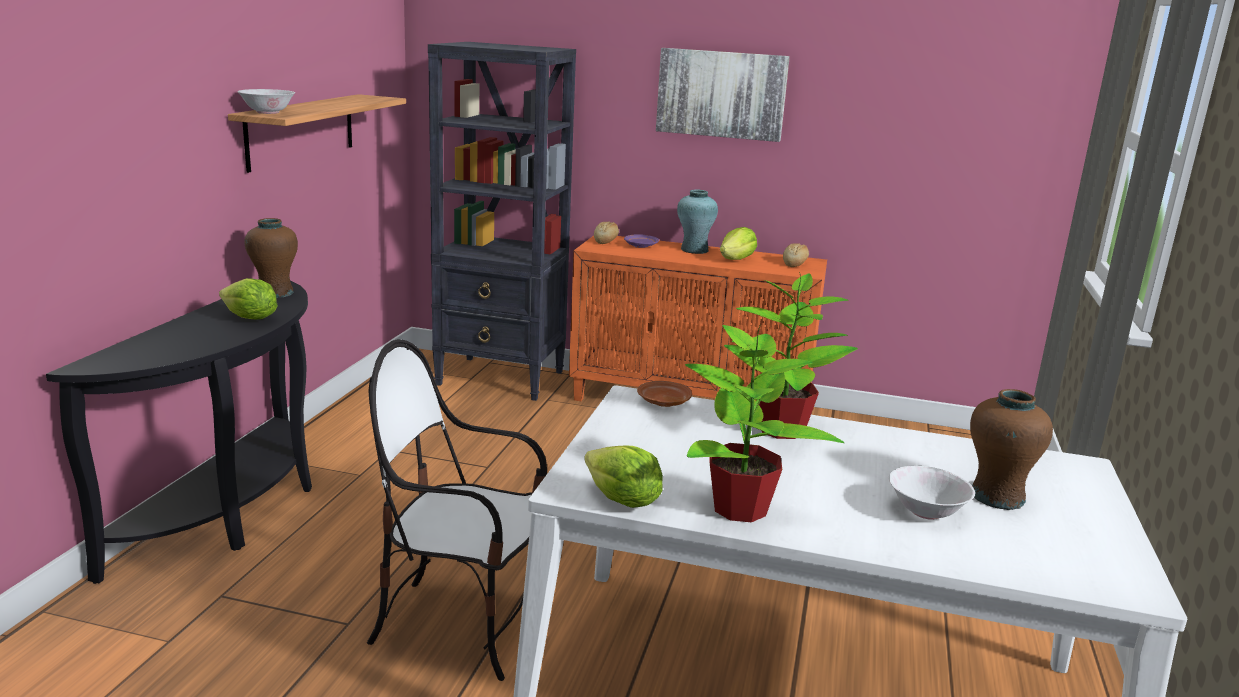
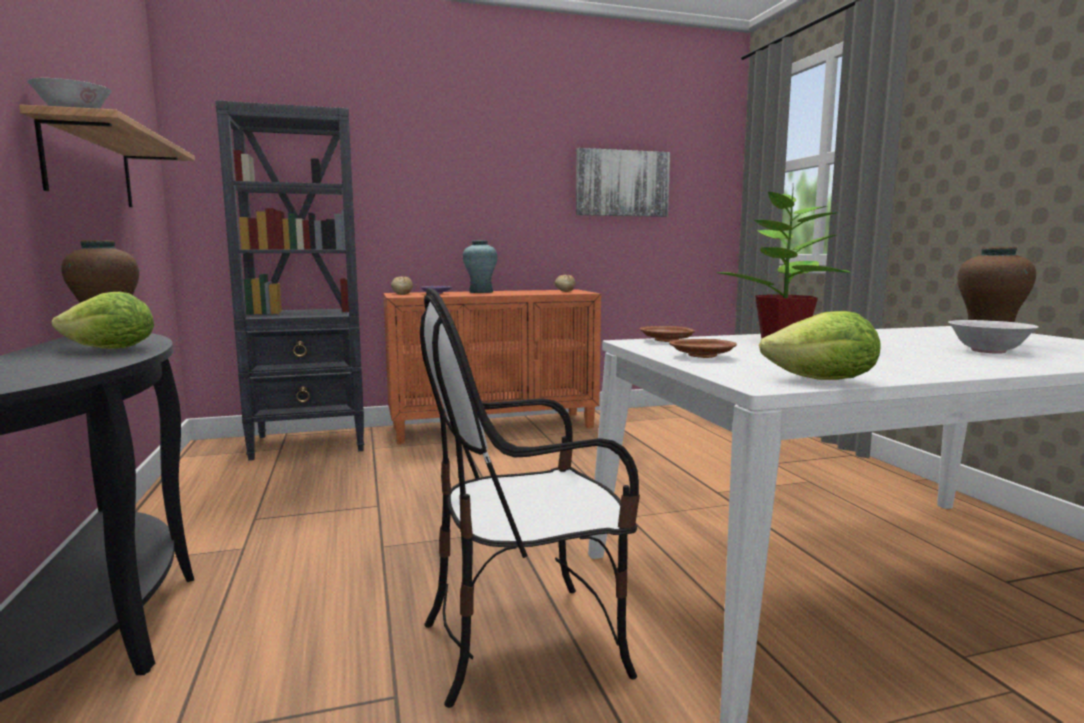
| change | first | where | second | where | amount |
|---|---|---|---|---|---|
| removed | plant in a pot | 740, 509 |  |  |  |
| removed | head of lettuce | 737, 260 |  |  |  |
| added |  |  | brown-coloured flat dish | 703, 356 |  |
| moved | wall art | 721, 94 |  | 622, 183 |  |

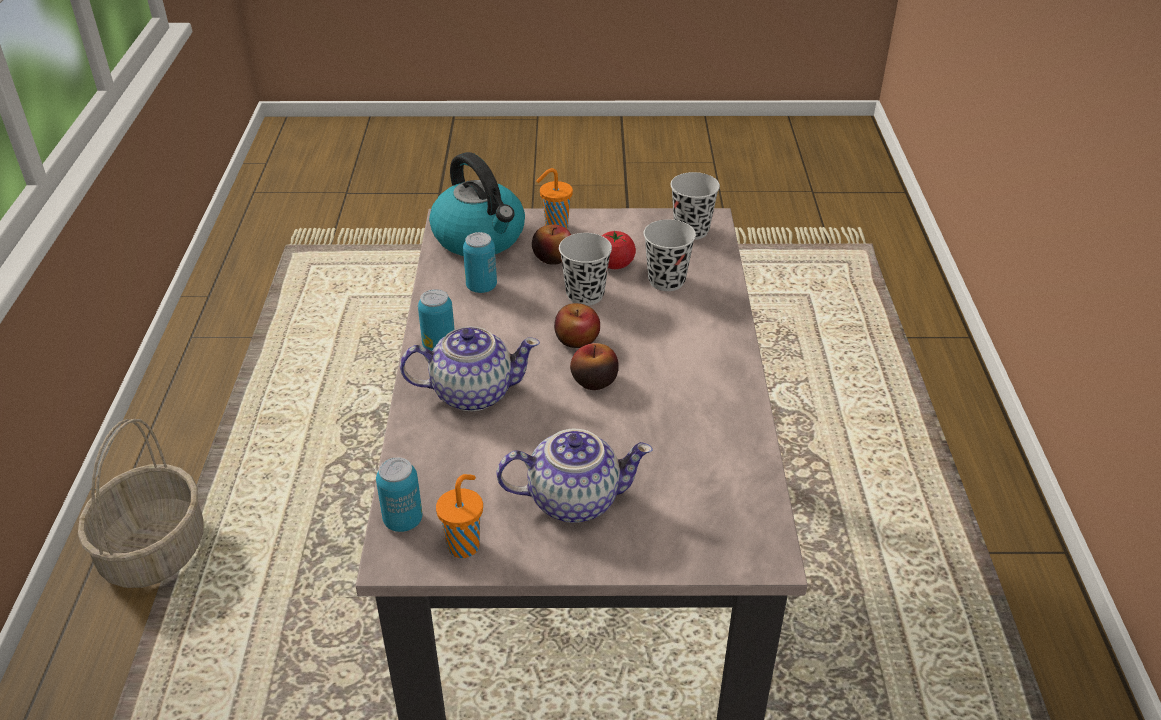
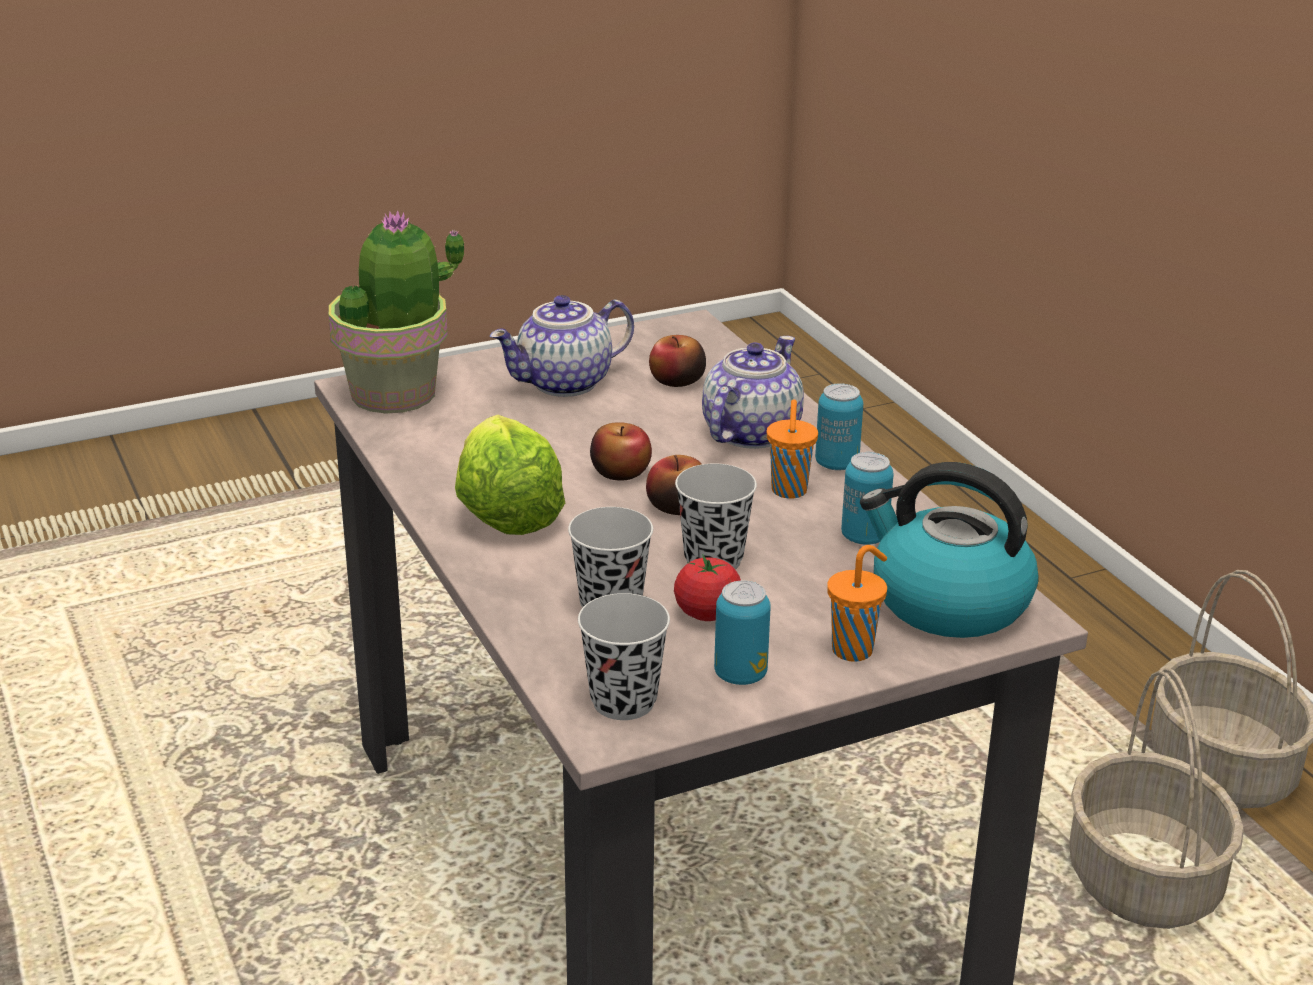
| change | first | where | second | where | amount |
|---|---|---|---|---|---|
| added |  |  | plant in a pot | 395, 394 |  |
| added |  |  | head of lettuce | 506, 510 |  |
| added |  |  | basket | 1145, 883 |  |
| moved | can | 403, 520 |  | 740, 674 |  |
| moved | orangey small cup | 465, 545 |  | 789, 492 |  |
| moved | apple | 553, 257 |  | 677, 381 |  |
| turned | tea pot | 471, 392 |  | 749, 433 | 150 degrees clockwise |

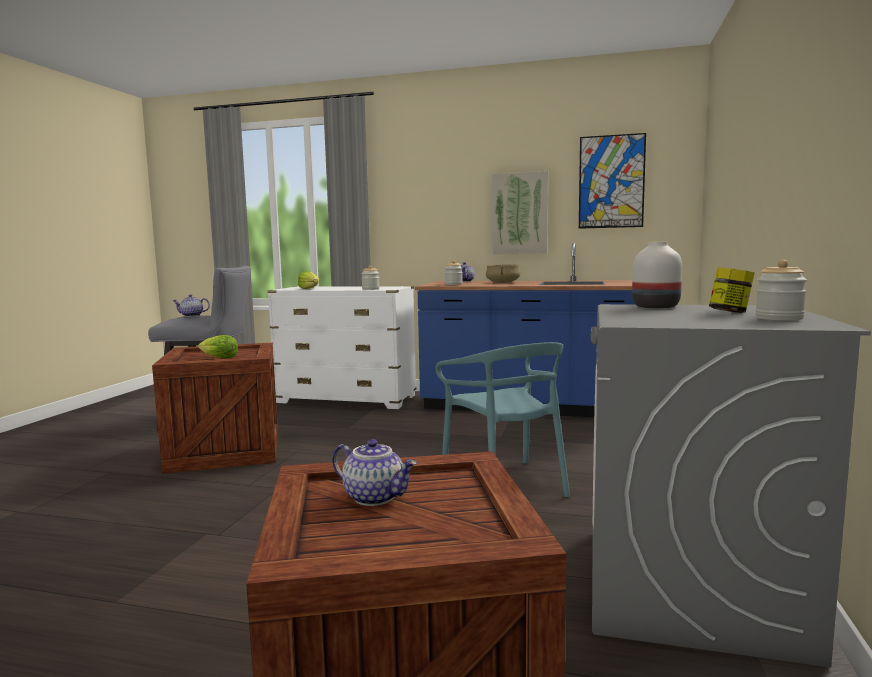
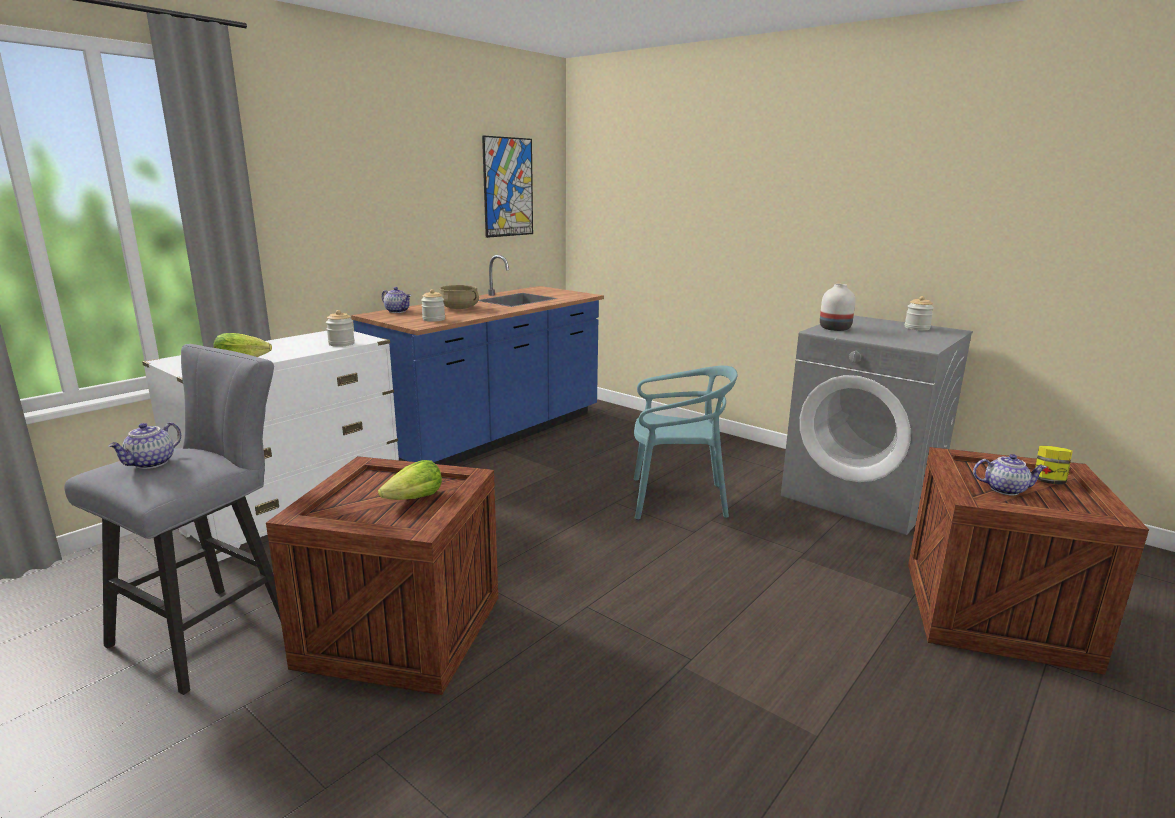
| change | first | where | second | where | amount |
|---|---|---|---|---|---|
| removed | wall art | 520, 213 |  |  |  |
| moved | storage jar | 729, 312 |  | 1048, 482 |  |
| turned | tea pot | 375, 497 |  | 1005, 489 | 45 degrees clockwise |

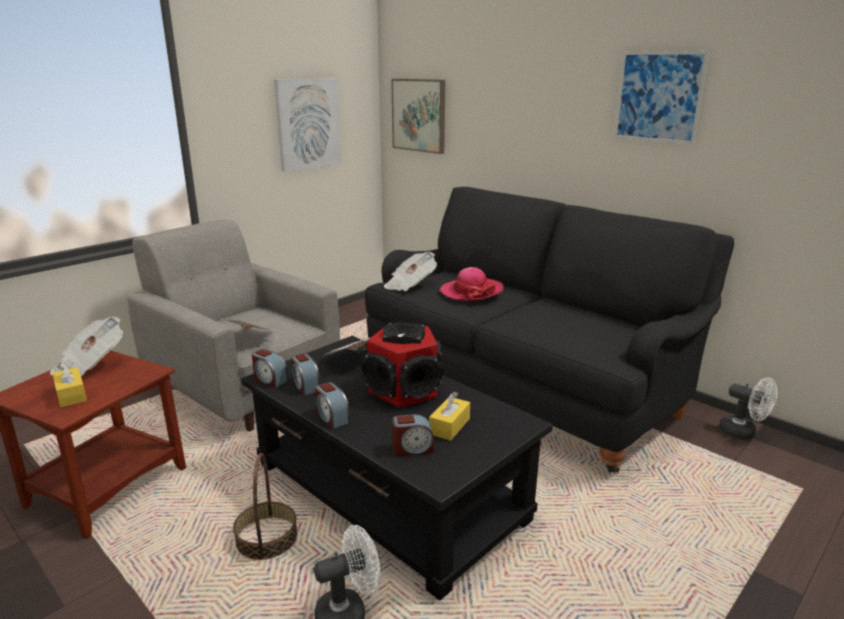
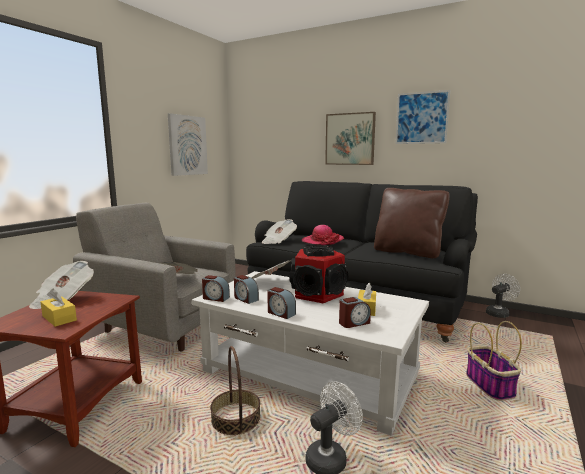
| change | first | where | second | where | amount |
|---|---|---|---|---|---|
| added |  |  | brown-coloured throw pillow | 407, 252 |  |
| added |  |  | basket | 490, 386 |  |
| moved | wall art | 419, 115 |  | 350, 139 |  |
| recoloured | black coffee table | 388, 492 | white coffee table | 309, 374 |  |
| turned | white electric fan | 743, 433 |  | 499, 313 | 60 degrees counterclockwise |

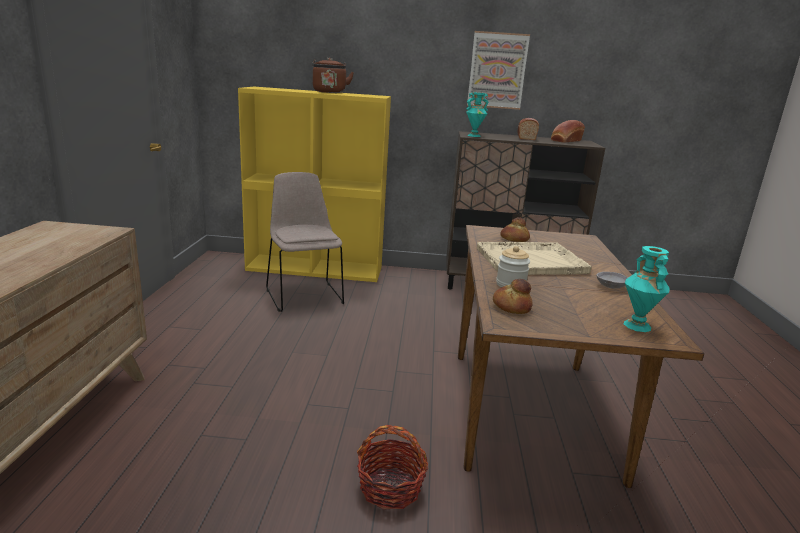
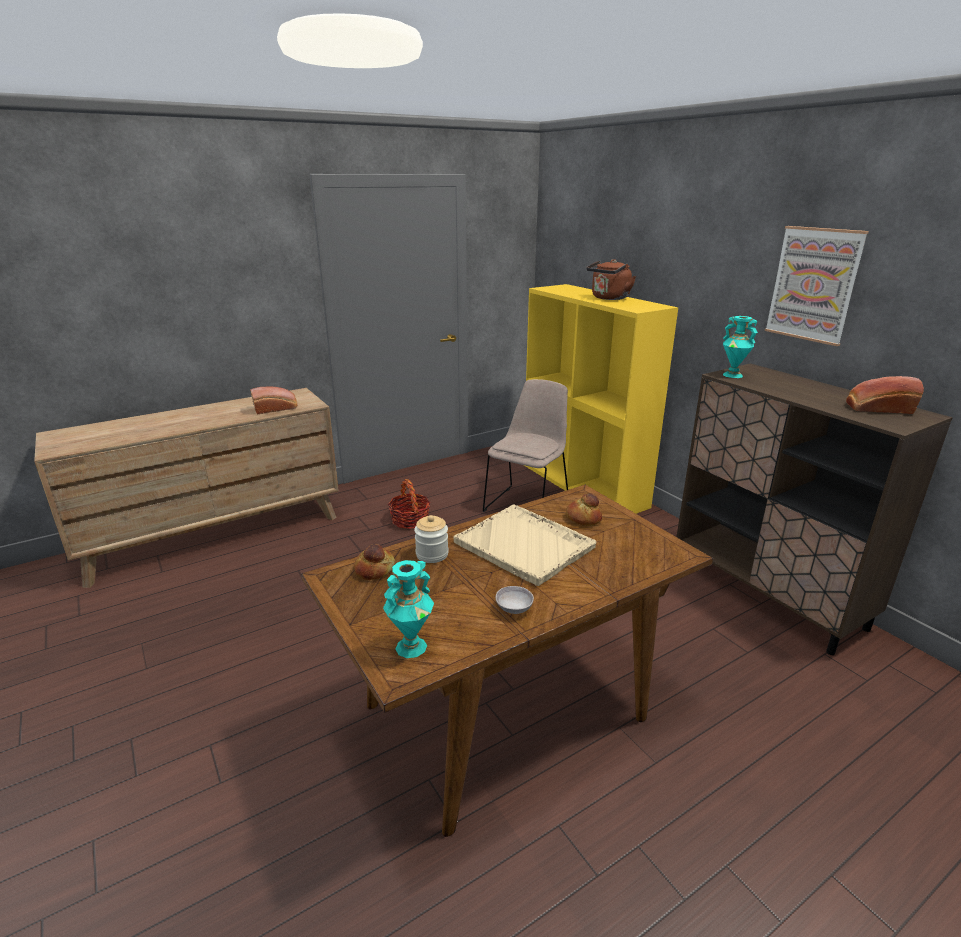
| change | first | where | second | where | amount |
|---|---|---|---|---|---|
| moved | basket | 390, 488 |  | 410, 520 |  |
| moved | baked bread | 526, 137 |  | 276, 408 |  |

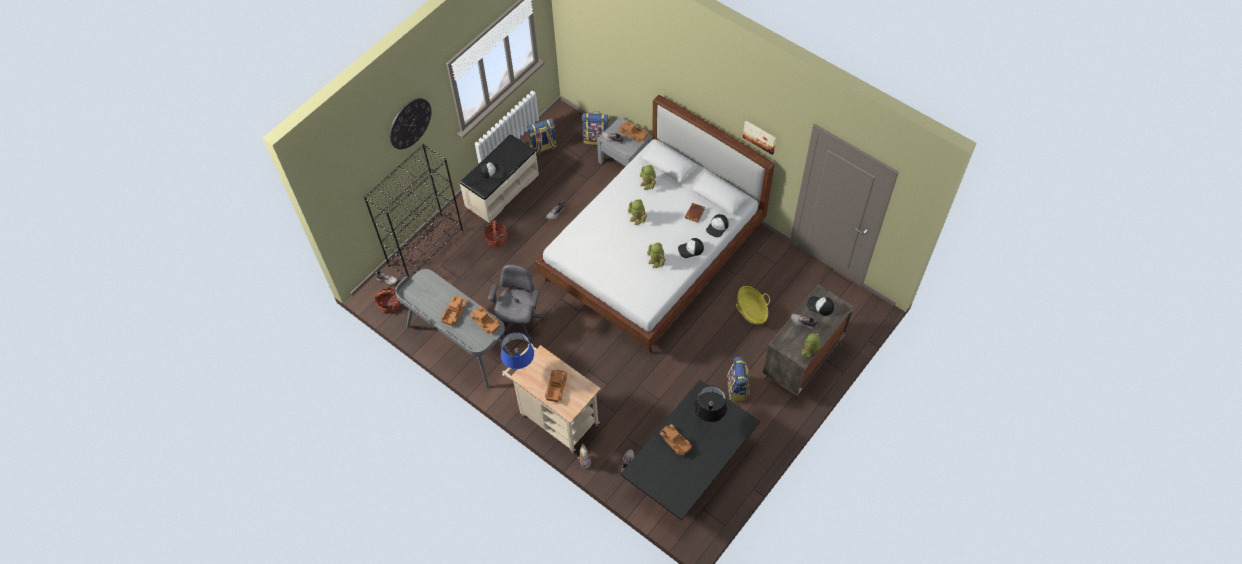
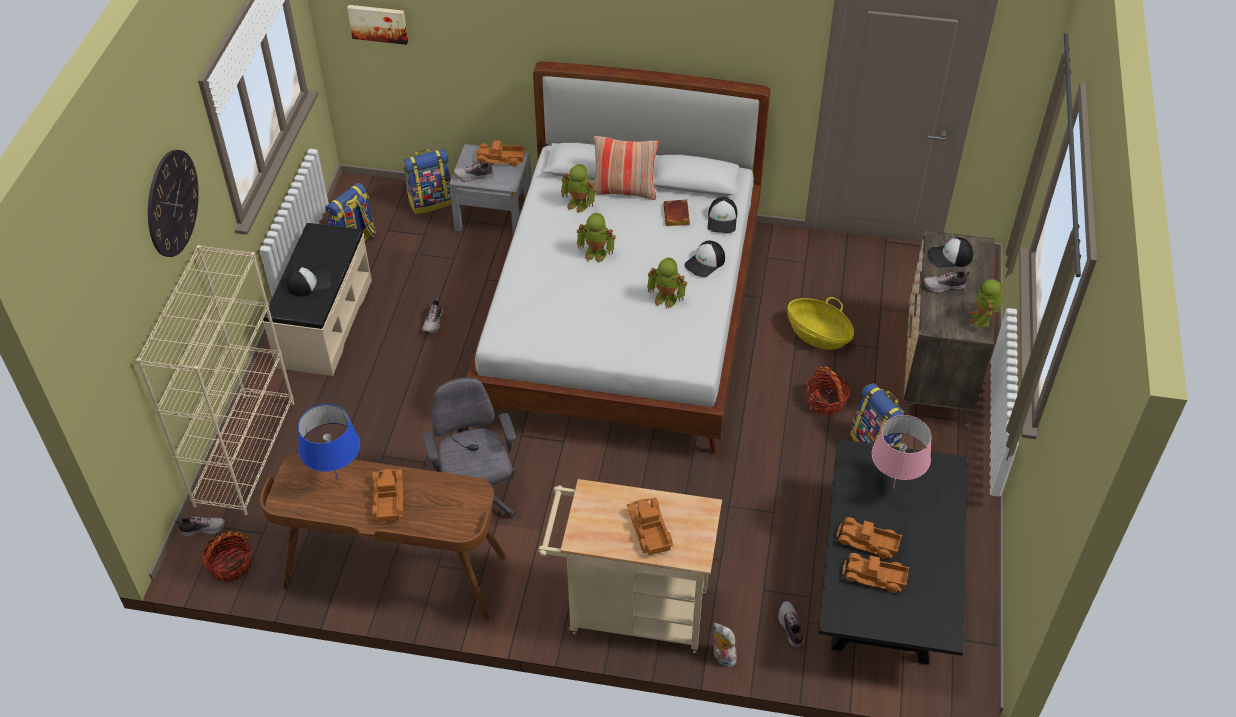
| change | first | where | second | where | amount |
|---|---|---|---|---|---|
| added |  |  | throw pillow | 624, 190 |  |
| moved | toy truck | 485, 322 |  | 874, 578 |  |
| moved | basket | 496, 239 |  | 825, 401 |  |
| moved | bluish tabletop lamp | 520, 367 |  | 337, 480 |  |
| moved | wall art | 760, 136 |  | 378, 23 |  |
| recoloured | black bookshelf | 426, 247 | beige-coloured bookshelf | 245, 452 |  |
| recoloured | greyish desk | 459, 344 | brown-coloured desk | 394, 573 |  |
| recoloured | black tabletop lamp | 709, 419 | pink tabletop lamp | 893, 487 |  |

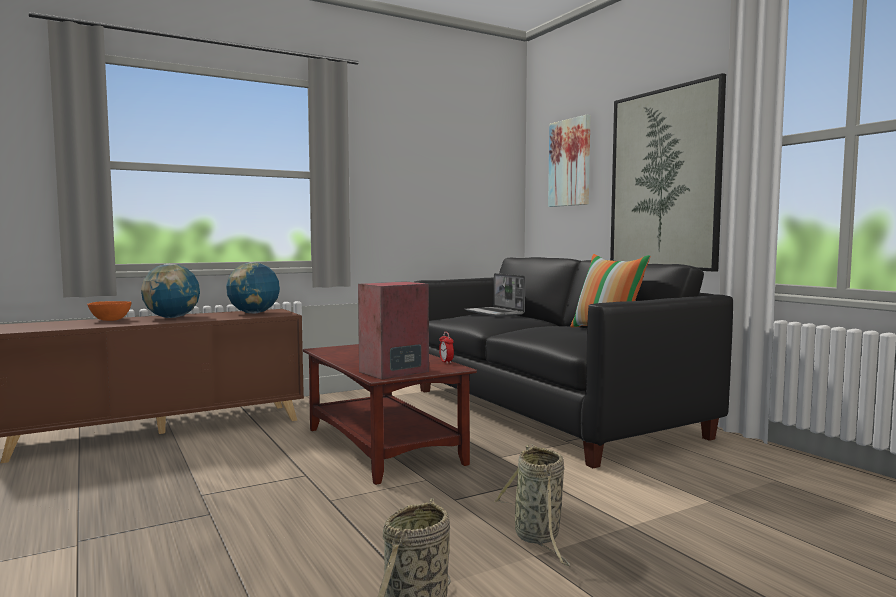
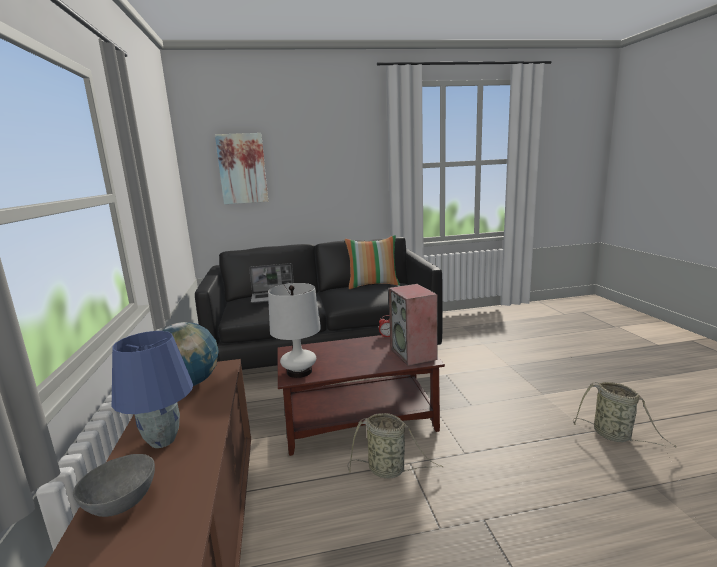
| change | first | where | second | where | amount |
|---|---|---|---|---|---|
| removed | wall art | 664, 179 |  |  |  |
| added |  |  | white tabletop lamp | 299, 371 |  |
| moved | basket | 538, 538 |  | 389, 470 |  |
| replaced | world globe | 172, 317 | bluish tabletop lamp | 163, 441 |  |
| recoloured | orangey bowl | 110, 320 | greyish bowl | 123, 503 |  |

